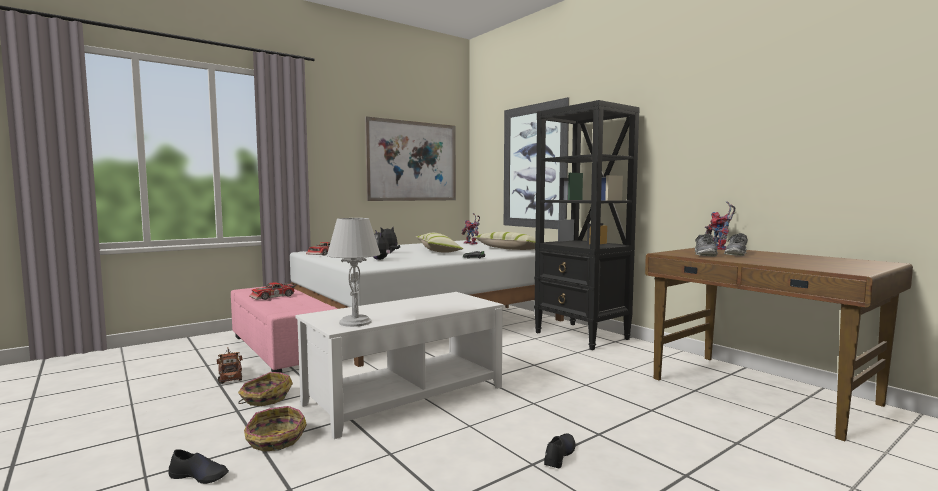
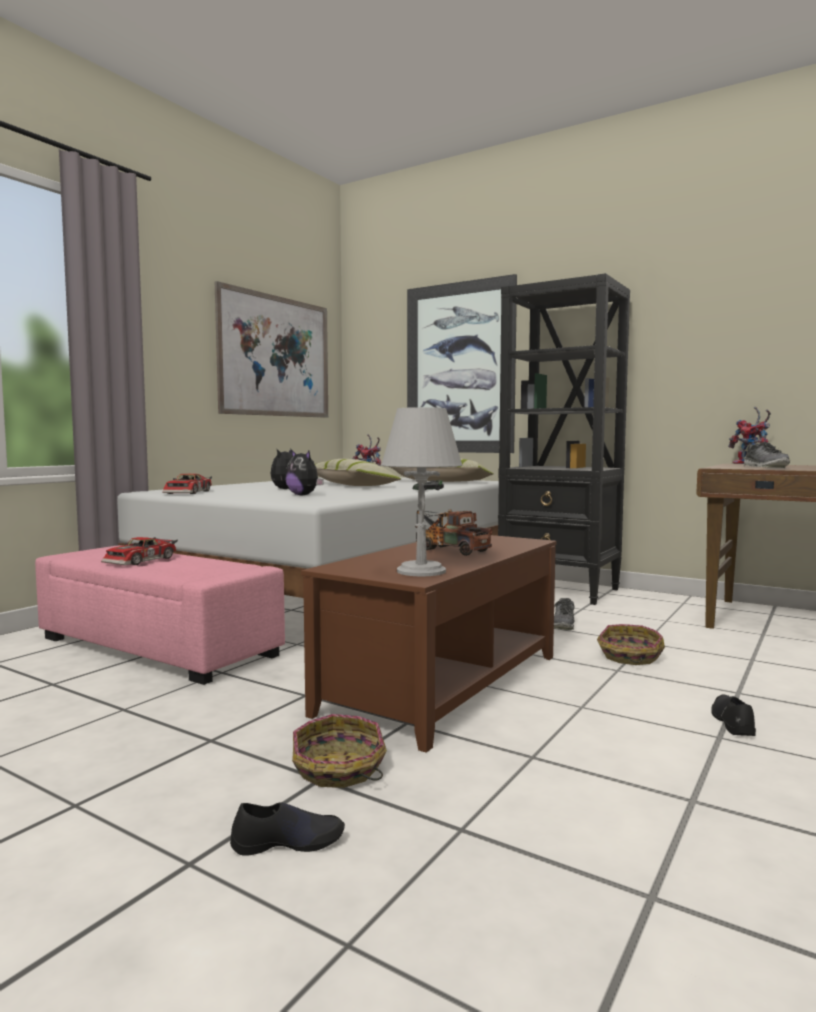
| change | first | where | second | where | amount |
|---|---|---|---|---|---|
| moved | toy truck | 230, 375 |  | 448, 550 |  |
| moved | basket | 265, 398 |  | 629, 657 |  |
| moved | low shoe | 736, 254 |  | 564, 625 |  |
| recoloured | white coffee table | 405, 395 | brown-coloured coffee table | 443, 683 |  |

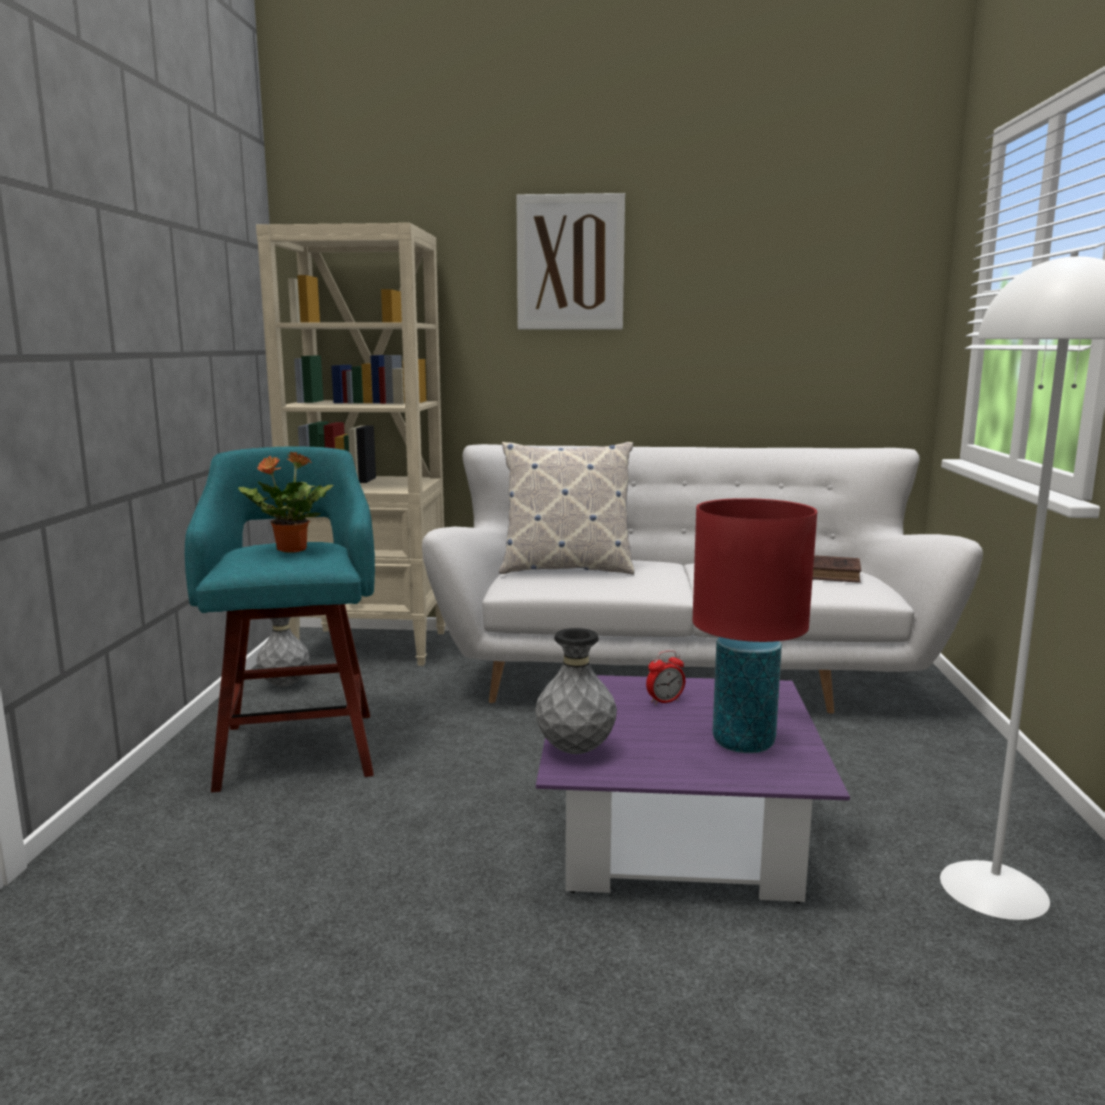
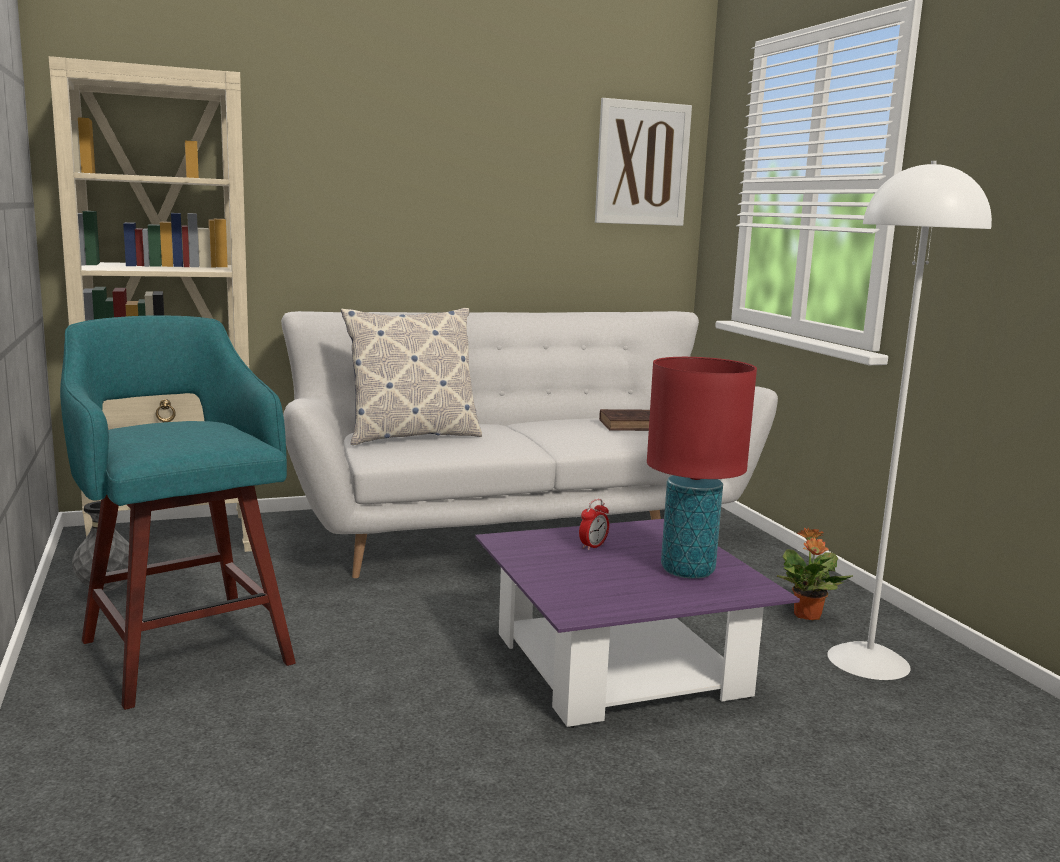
| change | first | where | second | where | amount |
|---|---|---|---|---|---|
| removed | greyish flower vase | 575, 750 |  |  |  |
| moved | plant in a pot | 290, 550 |  | 807, 616 |  |
| moved | wall art | 570, 263 |  | 642, 163 |  |

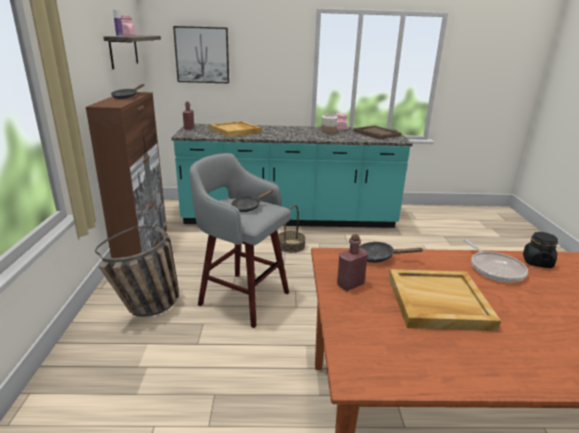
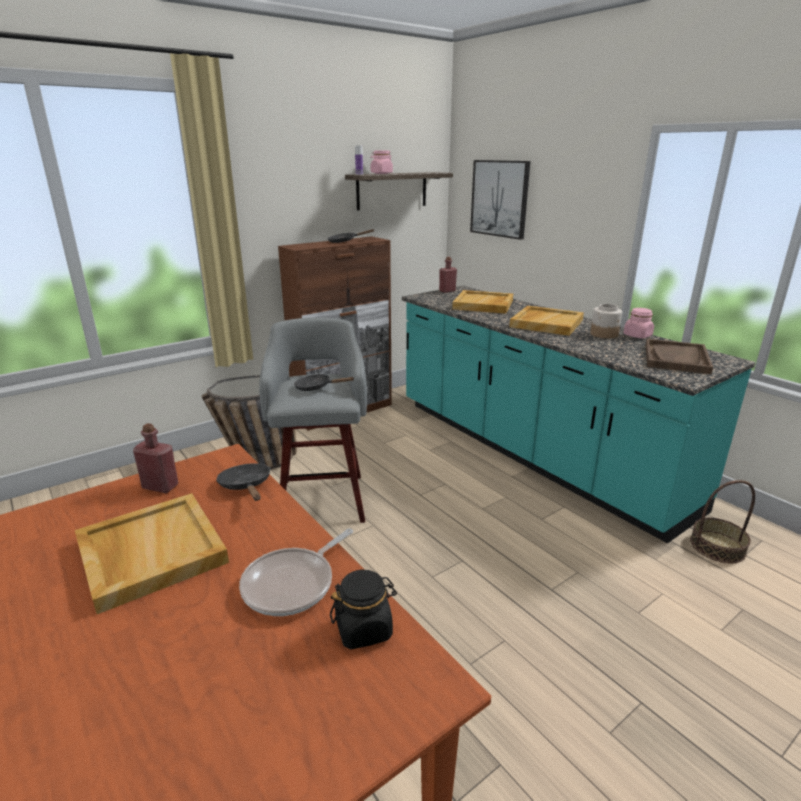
| change | first | where | second | where | amount |
|---|---|---|---|---|---|
| added |  |  | beige-coloured tray | 546, 323 |  |
| moved | basket | 290, 246 |  | 717, 546 |  |

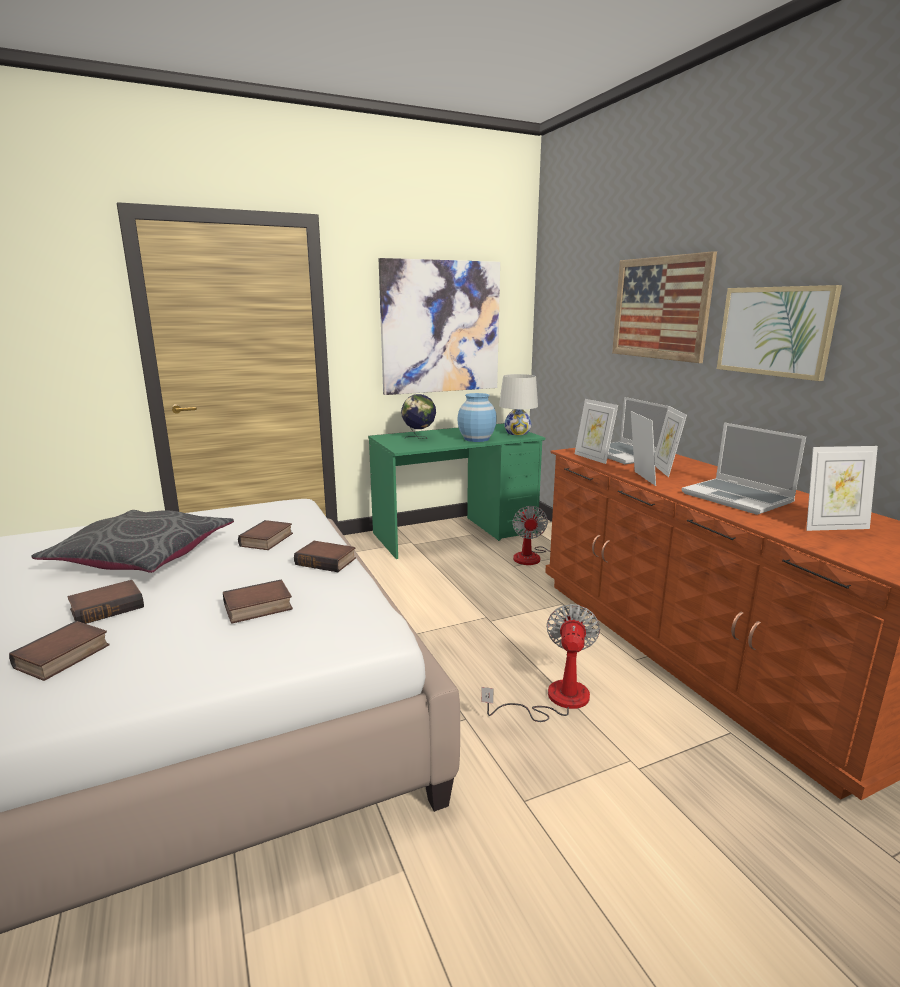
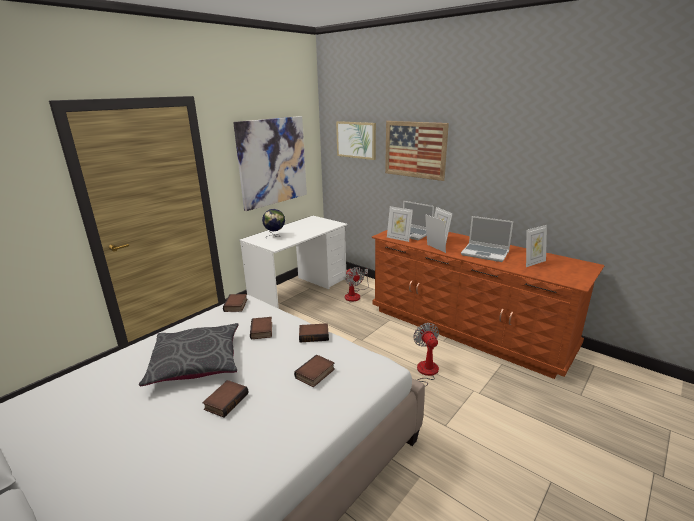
| change | first | where | second | where | amount |
|---|---|---|---|---|---|
| removed | bluish flower vase | 476, 439 |  |  |  |
| removed | white tabletop lamp | 517, 433 |  |  |  |
| moved | book | 63, 657 |  | 236, 305 |  |
| moved | wall art | 775, 331 |  | 356, 140 |  |
| recoloured | green-coloured desk | 455, 534 | white desk | 299, 290 |  |

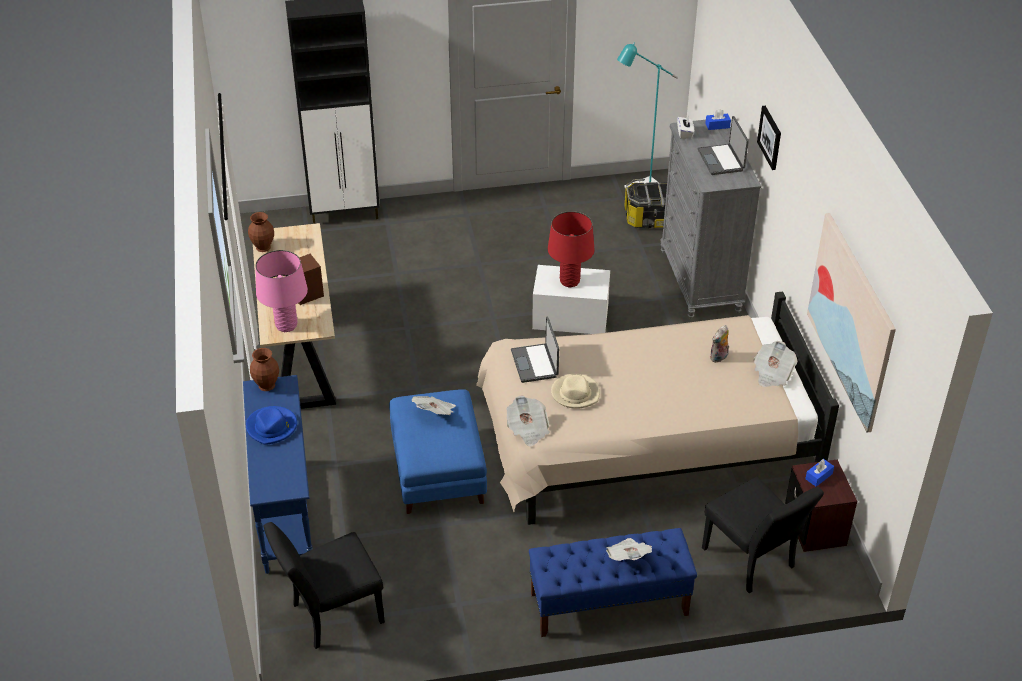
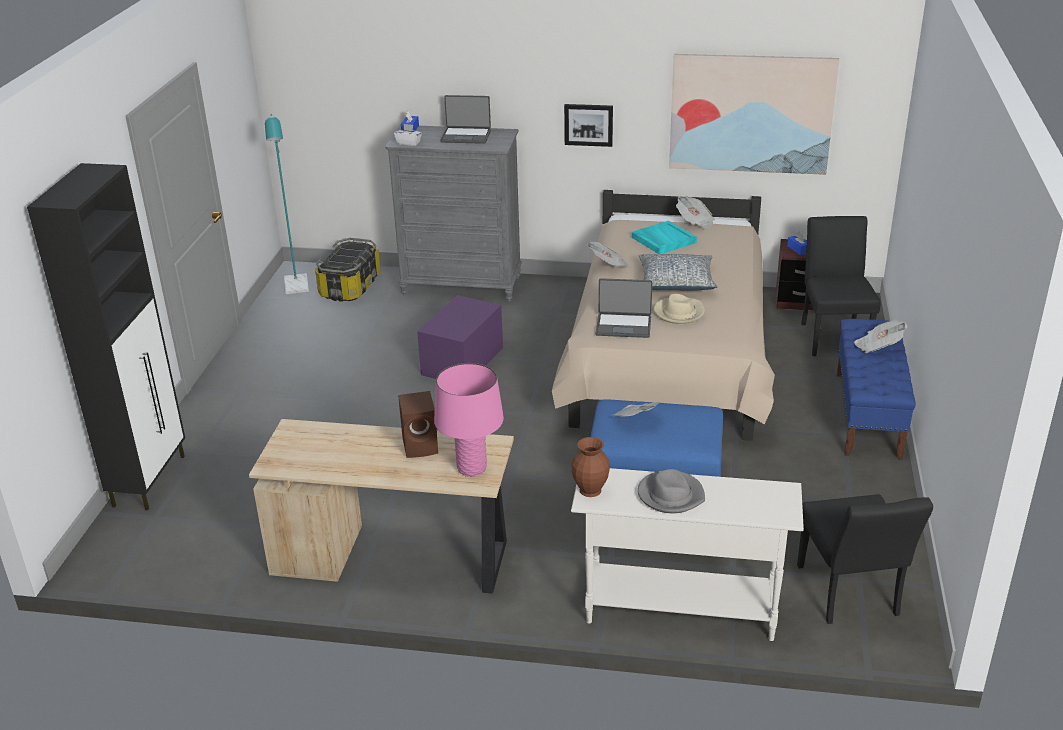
| change | first | where | second | where | amount |
|---|---|---|---|---|---|
| removed | brown-coloured flower vase | 263, 247 |  |  |  |
| removed | red tabletop lamp | 569, 281 |  |  |  |
| added |  |  | throw pillow | 676, 282 |  |
| moved | printed paper | 527, 429 |  | 608, 265 |  |
| moved | wall art | 770, 137 |  | 588, 124 |  |
| replaced | soft toy | 719, 358 | blue-green tray | 663, 240 |  |
| recoloured | bluish hall table | 285, 515 | white hall table | 679, 610 |  |
| recoloured | bluish hat | 272, 427 | greyish hat | 670, 495 |  |
| recoloured | white storage box | 570, 317 | purple-coloured storage box | 462, 361 |  |
| turned | black plain chair | 753, 562 |  | 833, 335 | 75 degrees counterclockwise |

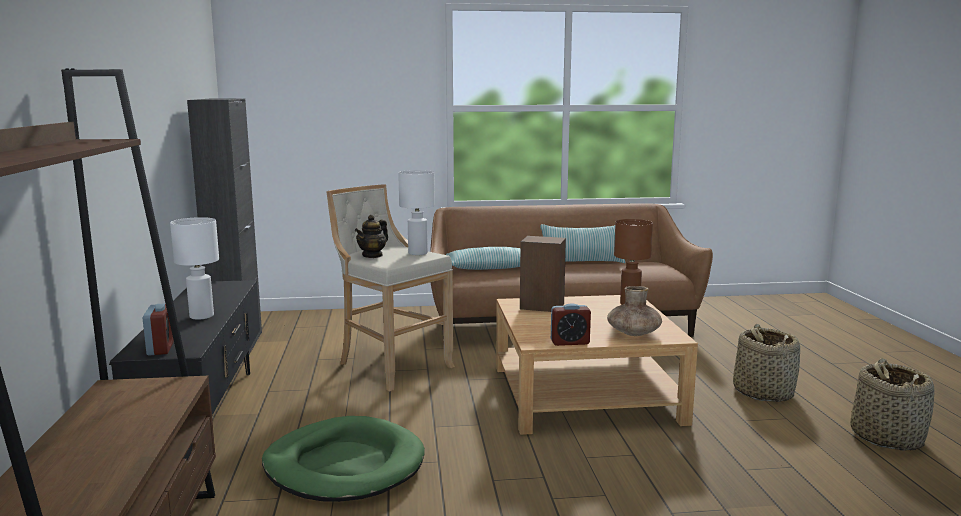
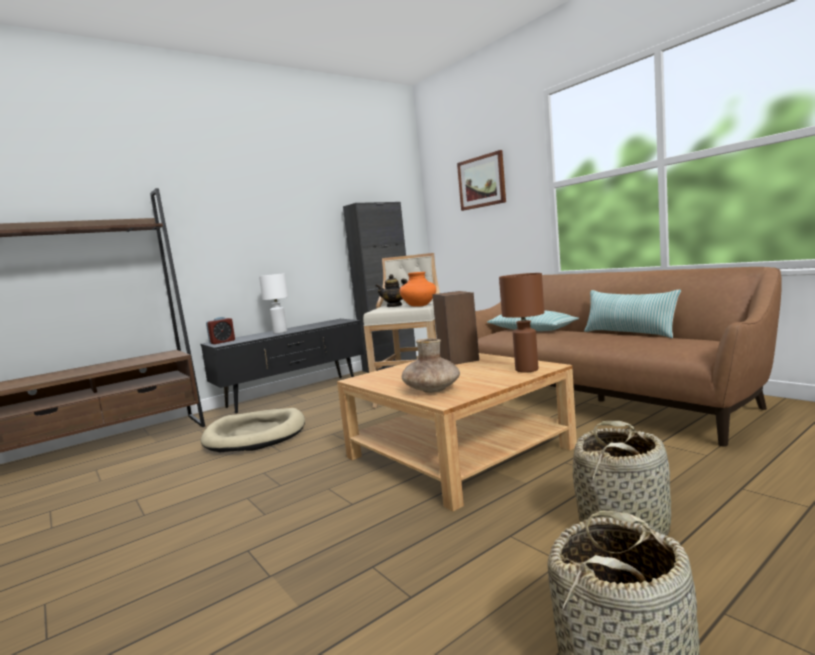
| change | first | where | second | where | amount |
|---|---|---|---|---|---|
| removed | table clock | 570, 342 |  |  |  |
| added |  |  | wall art | 481, 182 |  |
| replaced | white tabletop lamp | 418, 253 | orangey flower vase | 419, 306 |  |
| recoloured | green-coloured dog cushion | 344, 465 | beige-coloured dog cushion | 256, 434 |  |

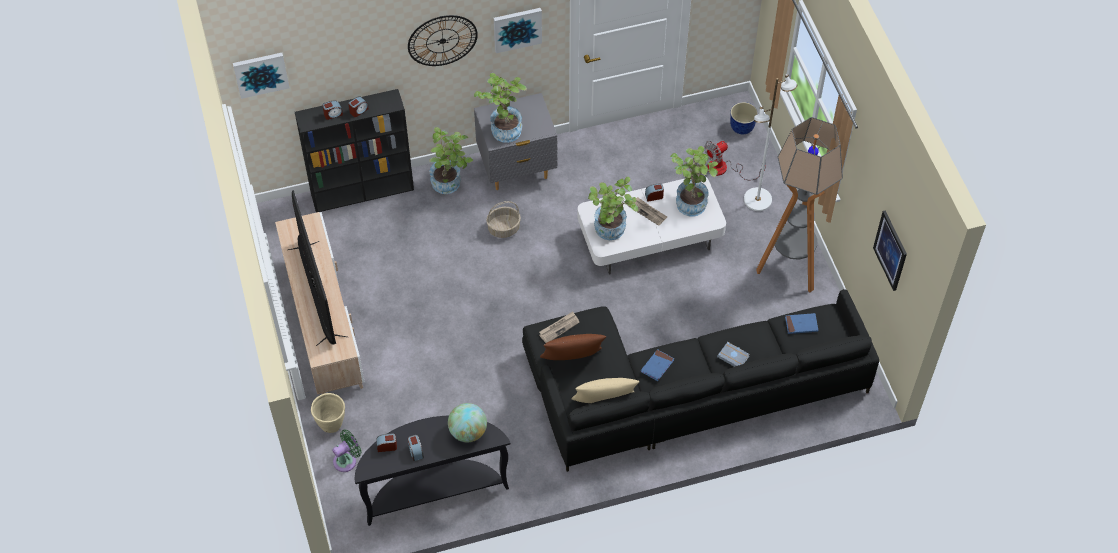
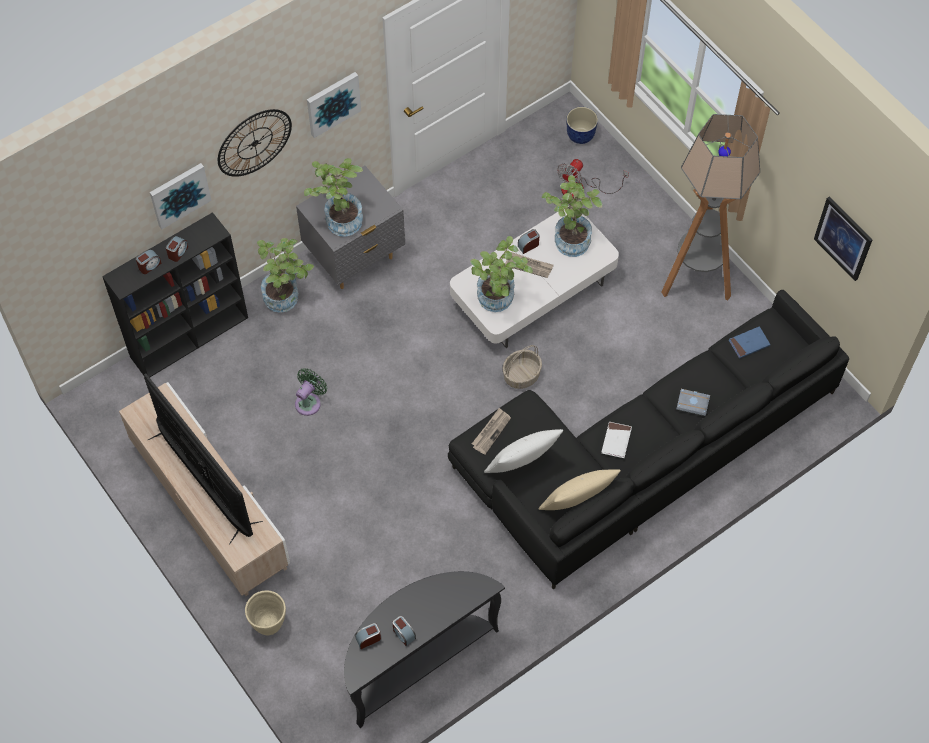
| change | first | where | second | where | amount |
|---|---|---|---|---|---|
| removed | world globe | 468, 432 |  |  |  |
| removed | white standard lamp | 758, 200 |  |  |  |
| moved | wall art | 261, 74 |  | 179, 194 |  |
| moved | green-coloured electric fan | 347, 460 |  | 309, 402 |  |
| moved | basket | 504, 228 |  | 521, 375 |  |
| recoloured | brown-coloured throw pillow | 572, 361 | white throw pillow | 522, 466 |  |
| recoloured | bluish book | 657, 366 | white book | 616, 441 |  |

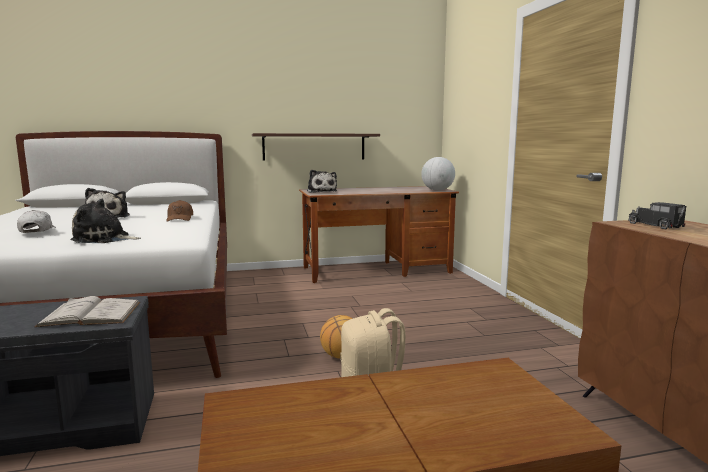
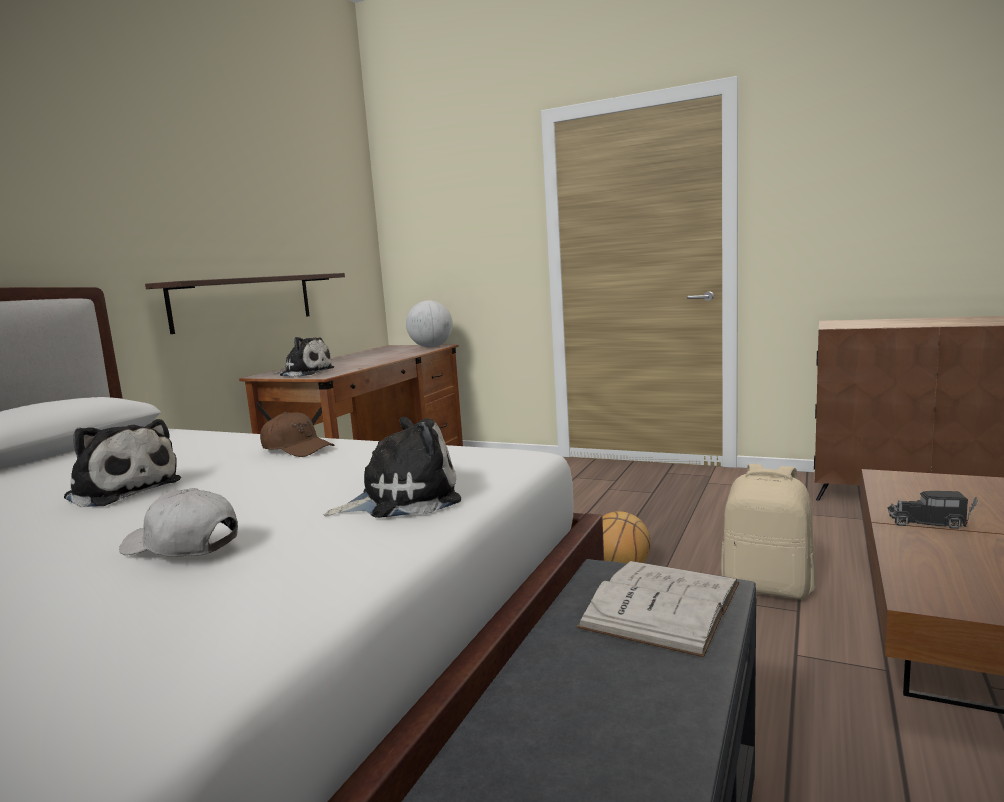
| change | first | where | second | where | amount |
|---|---|---|---|---|---|
| moved | toy truck | 657, 226 |  | 930, 522 |  |
| turned | soft toy | 104, 239 |  | 402, 499 | 150 degrees counterclockwise |

